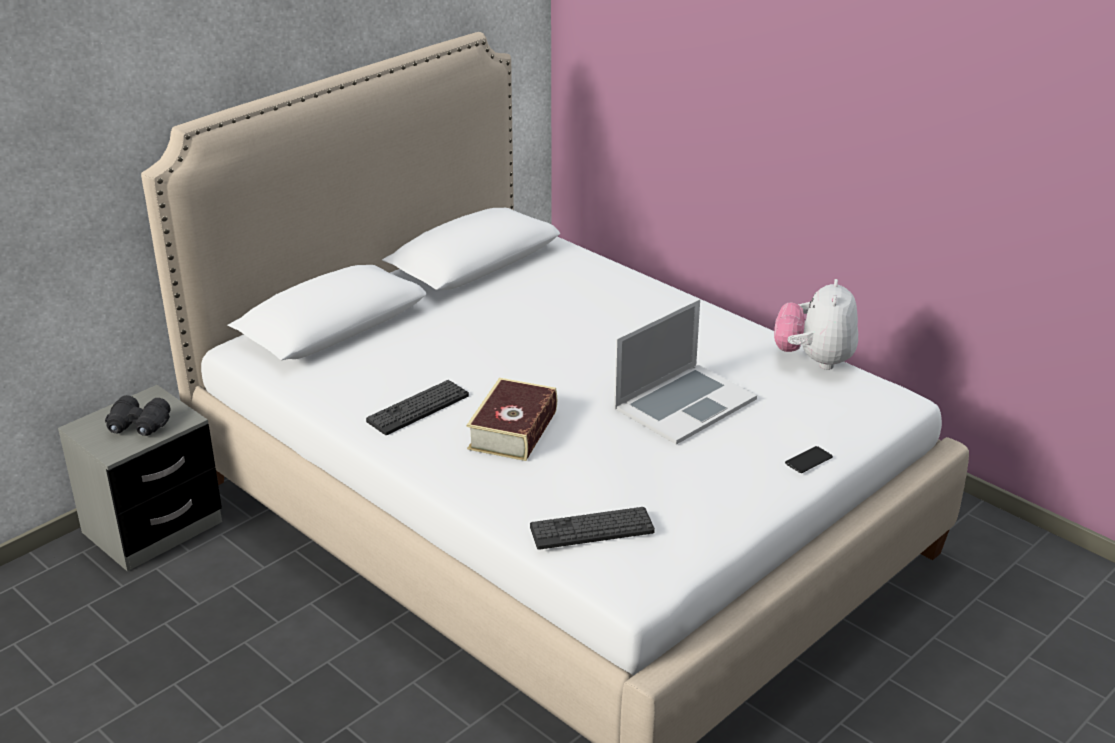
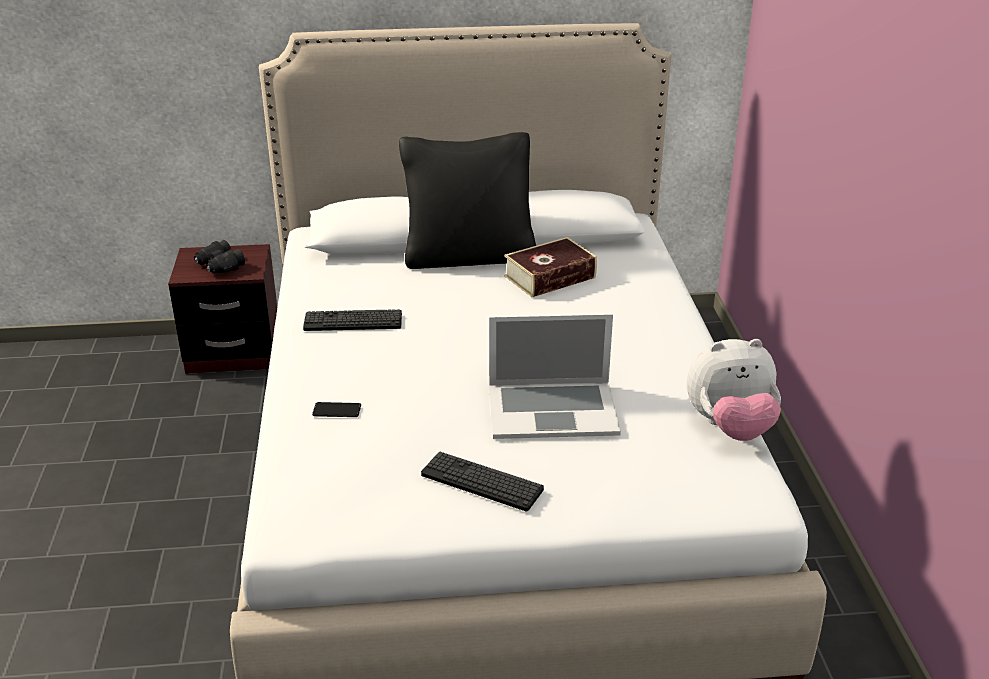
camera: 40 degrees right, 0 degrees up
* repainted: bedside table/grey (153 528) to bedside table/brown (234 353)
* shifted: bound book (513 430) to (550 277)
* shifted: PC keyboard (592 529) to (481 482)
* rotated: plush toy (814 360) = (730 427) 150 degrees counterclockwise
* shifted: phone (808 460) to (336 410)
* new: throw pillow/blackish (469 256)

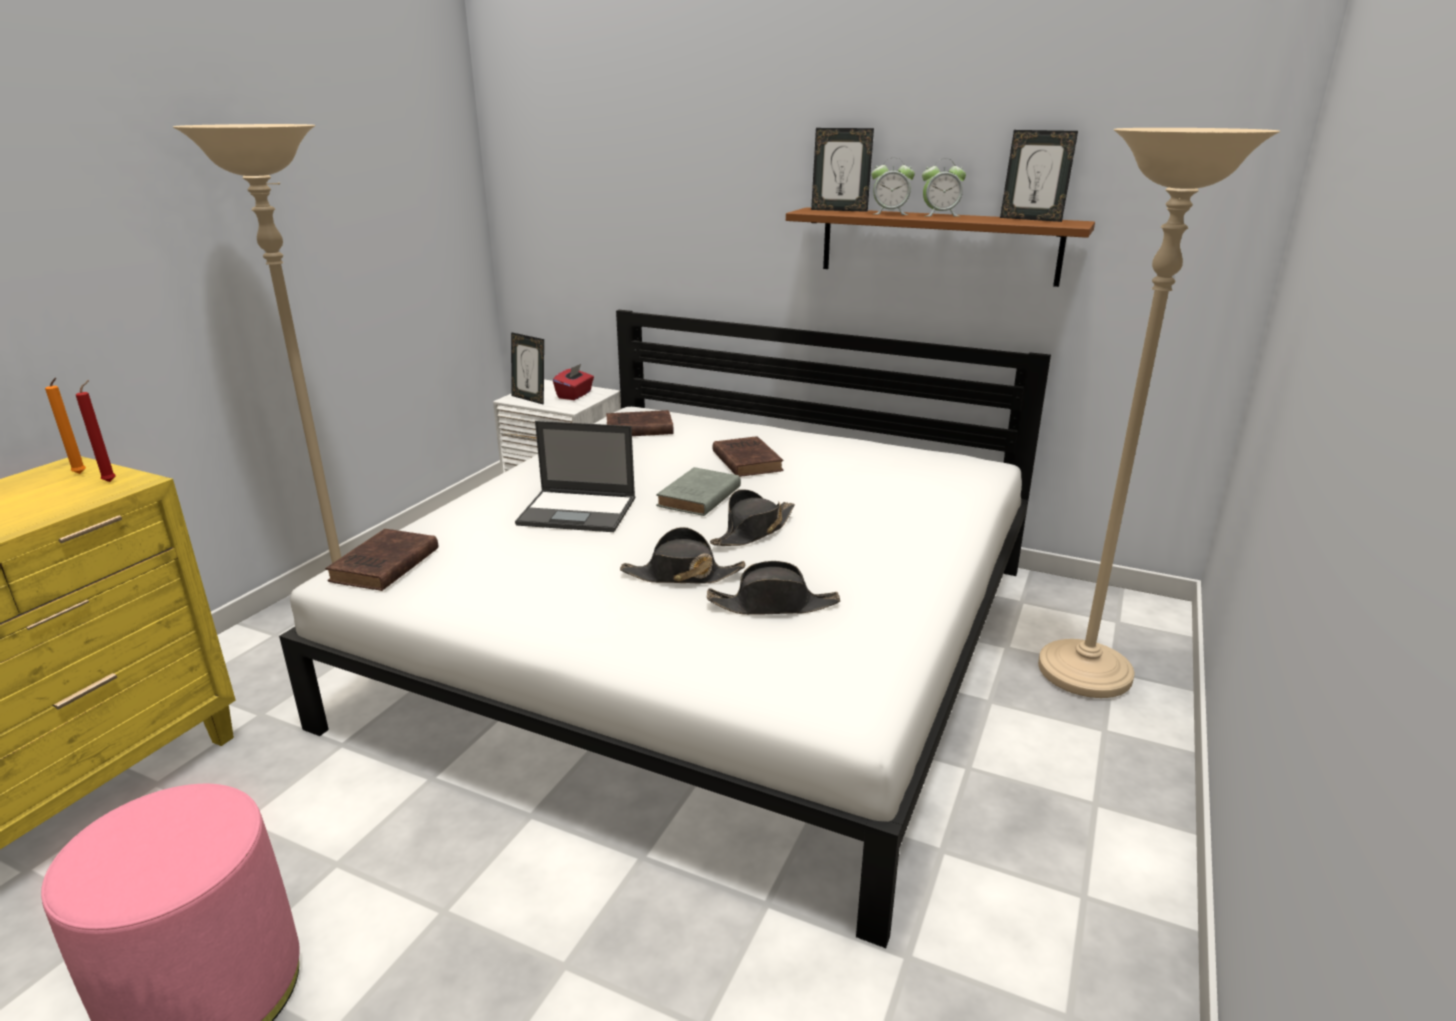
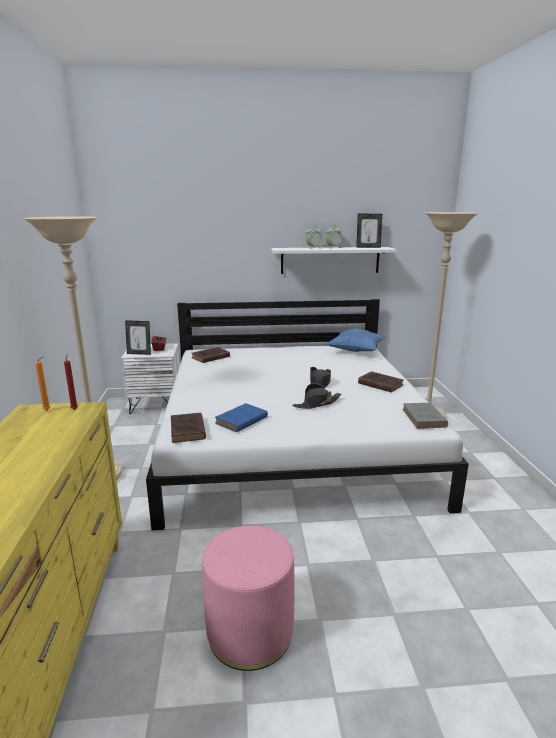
camera: 30 degrees left, 5 degrees down
* gone: portable computer (579 511)
* shifted: bound book/grey (698 498) to (424 419)
* gone: wearable hat/blackish (773 605)
* shifted: bound book/brown (746 461) to (379 384)
* repainted: shelf/brown (938 245) to shelf/whitish (330 260)
* gone: photo frame (839 210)
* new: bound book/blue-coloured (240 421)
* new: throw pillow/blue-coloured (356 351)

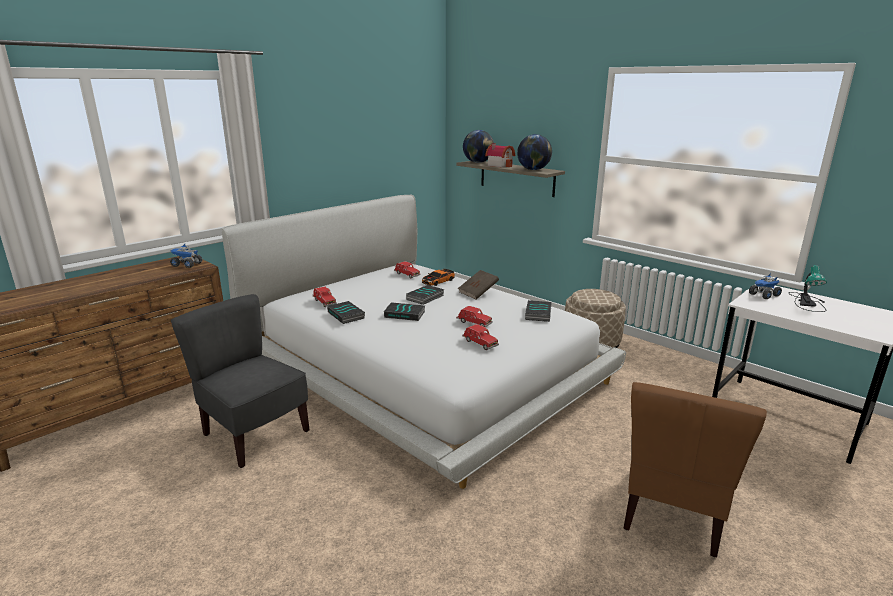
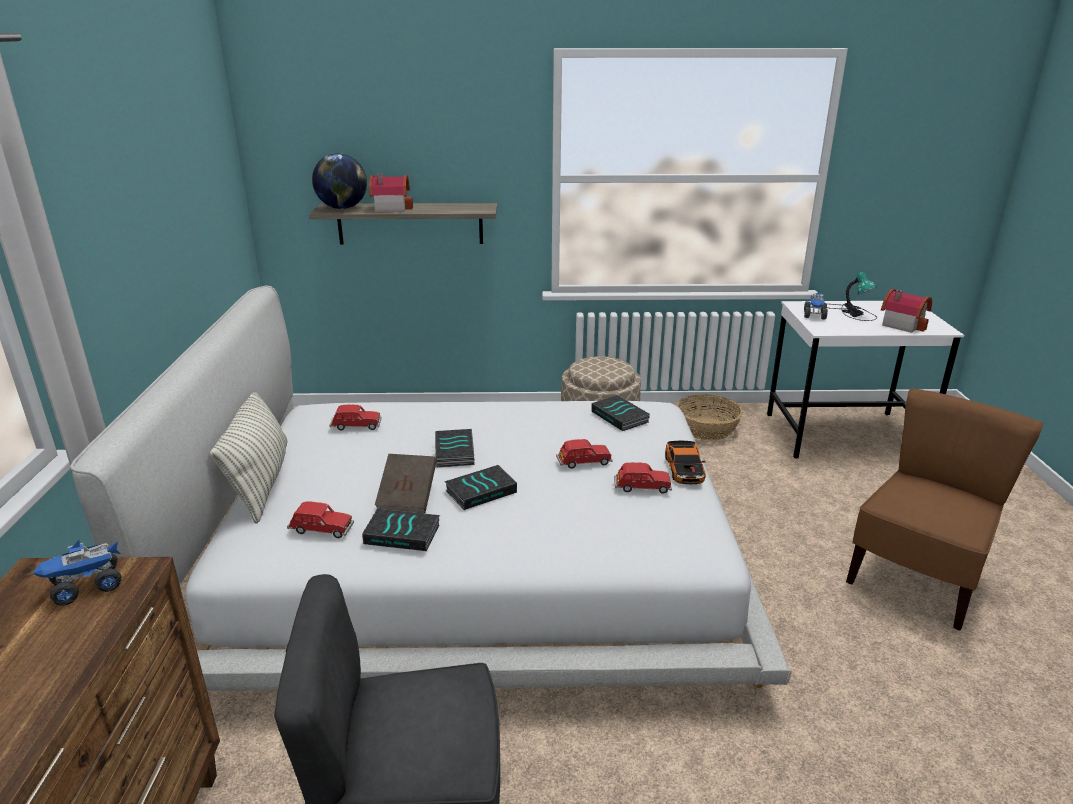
camera: 45 degrees left, 5 degrees up
* shifted: model car (438 281) to (685 468)
* shifted: bound book/brown (478 293) to (408 497)
* gone: world globe (533 170)
* rotated: upright chair/brown (672 512) = (917 579) 120 degrees counterclockwise
* new: throw pillow (260 481)
* new: household basket (706 428)
* new: toy house (902 324)

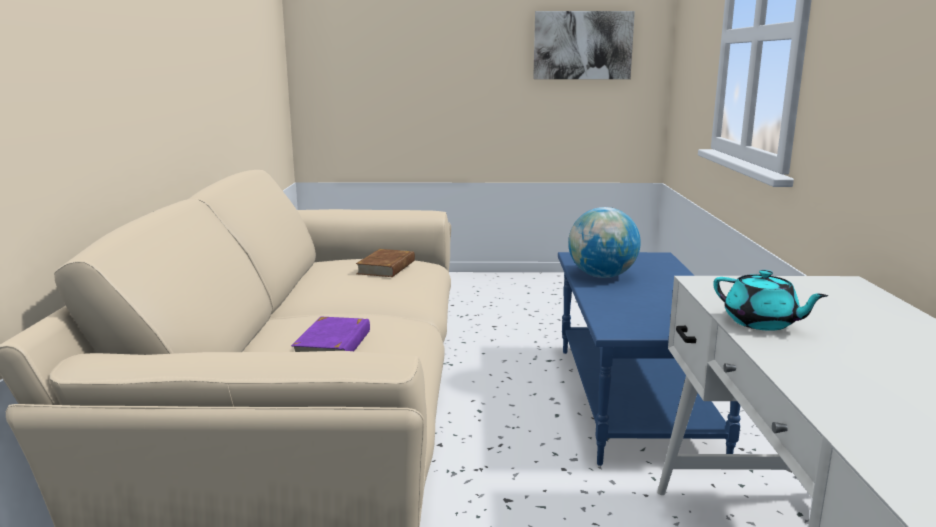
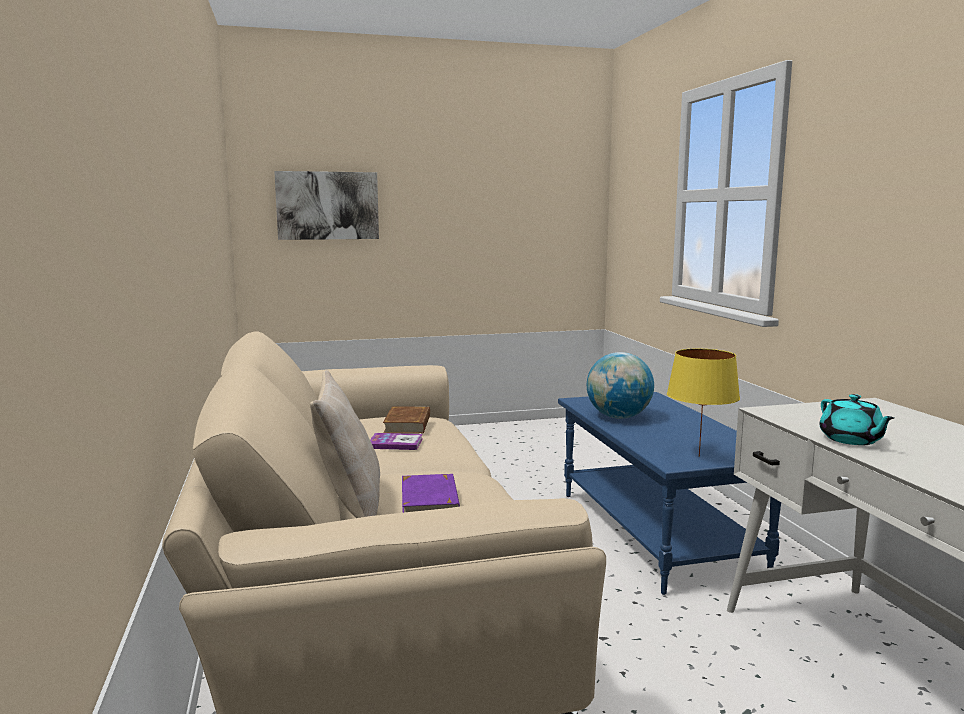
camera: 15 degrees left, 5 degrees down
* shifted: wall art (582 45) to (327 205)
* rotated: teapot/blue-green (761 323) = (851 440) 45 degrees clockwise
* new: throw pillow/beige (350 505)
* new: bound book (395 443)
* new: tabletop lamp/yellow-coloured (698 456)

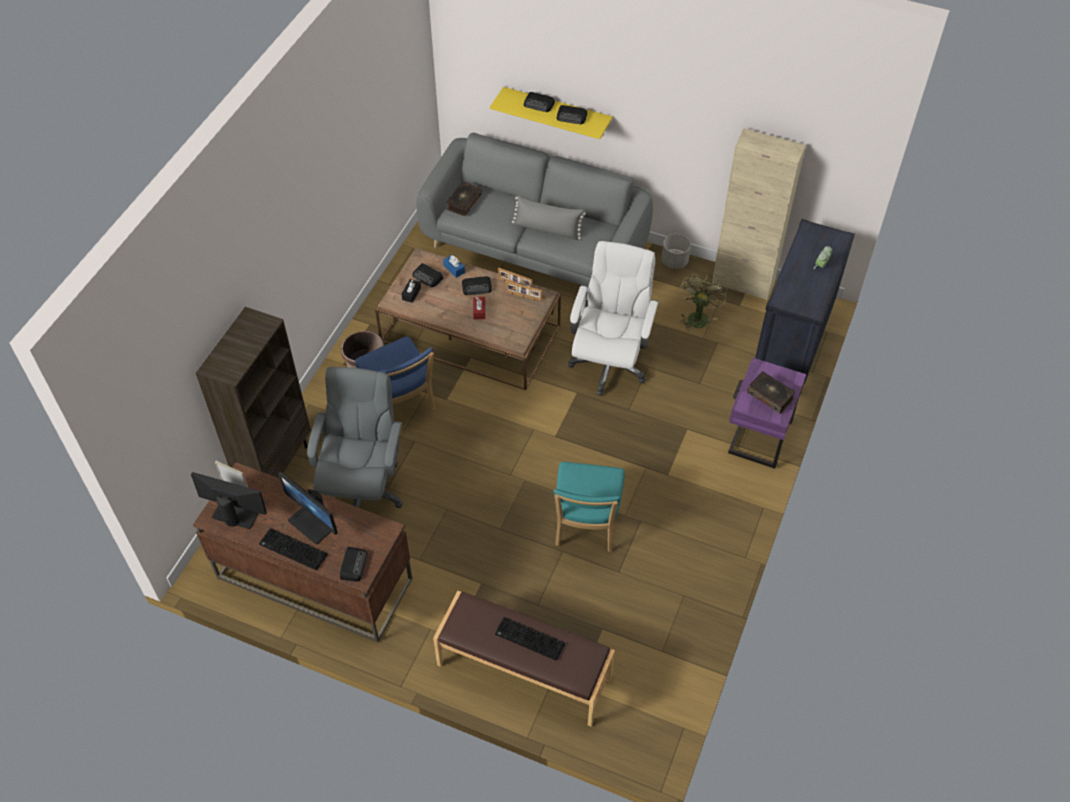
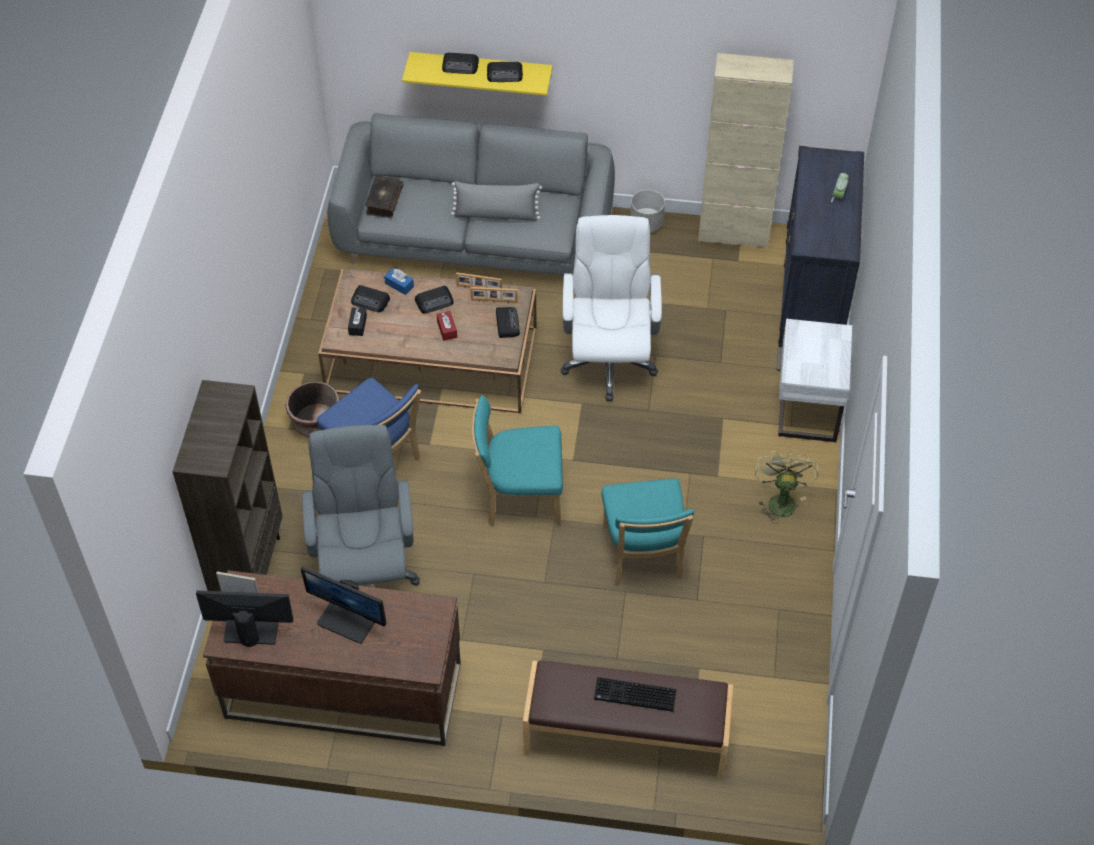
camera: 15 degrees left, 0 degrees up
* gone: PC keyboard (292 550)
* shifted: radio set (353 565) to (507 323)
* shifted: fan/green-coloured (698 316) to (780 500)
* repainted: bedside table/purplish (757 437) to bedside table/whitish (805 411)
* gone: bound book (770 396)
* new: upright chair/blue-green (519 498)

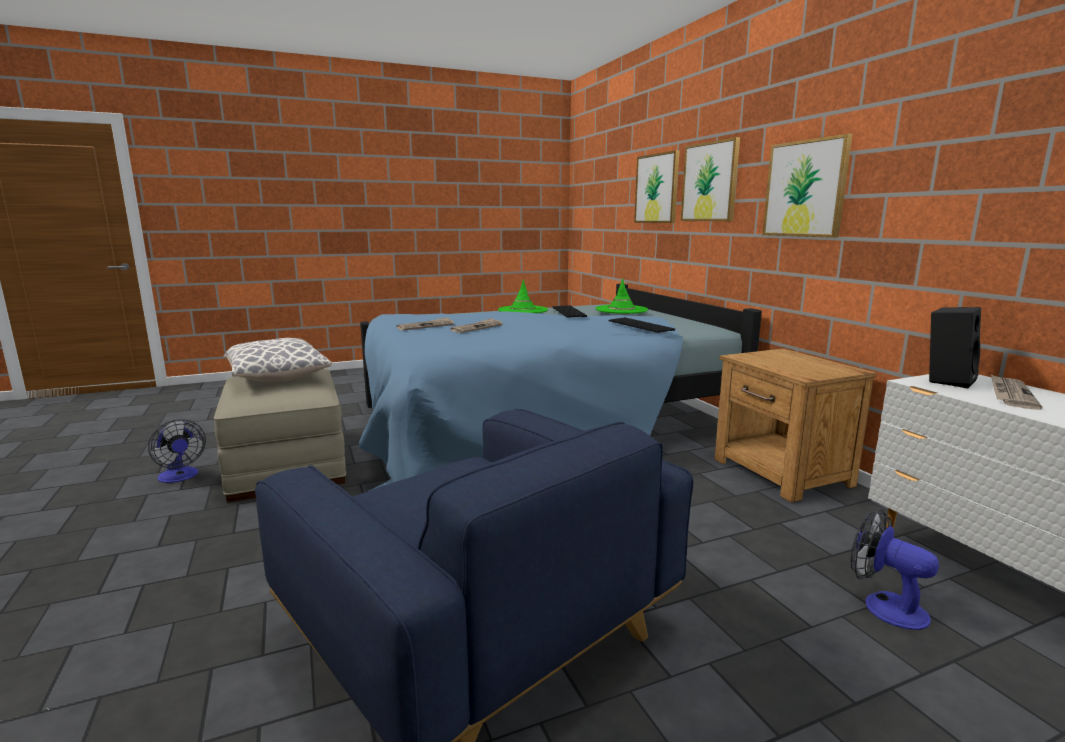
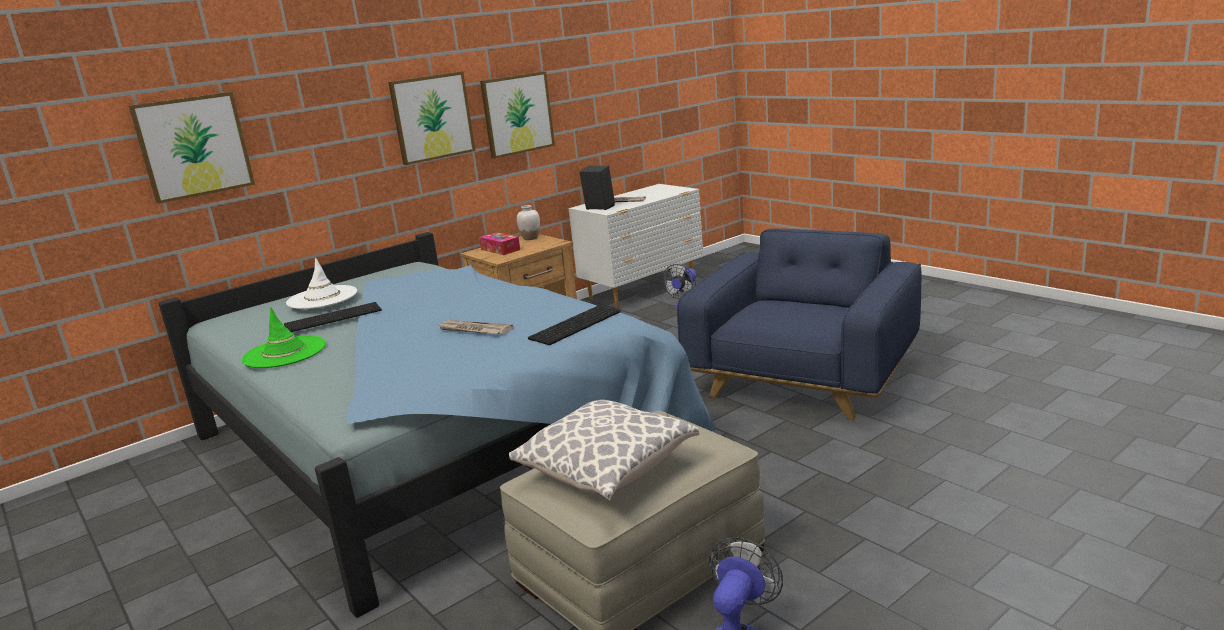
camera: 105 degrees left, 5 degrees up
* gone: daily paper (426 326)
* repainted: wearable hat/green-coloured (621 310) to wearable hat/whitish (322 298)
* shifted: PC keyboard (642 325) to (574 324)
* shifted: wall art (710 182) to (517 114)
* new: box of tissues (500 249)
* new: vase/whitish (530 238)

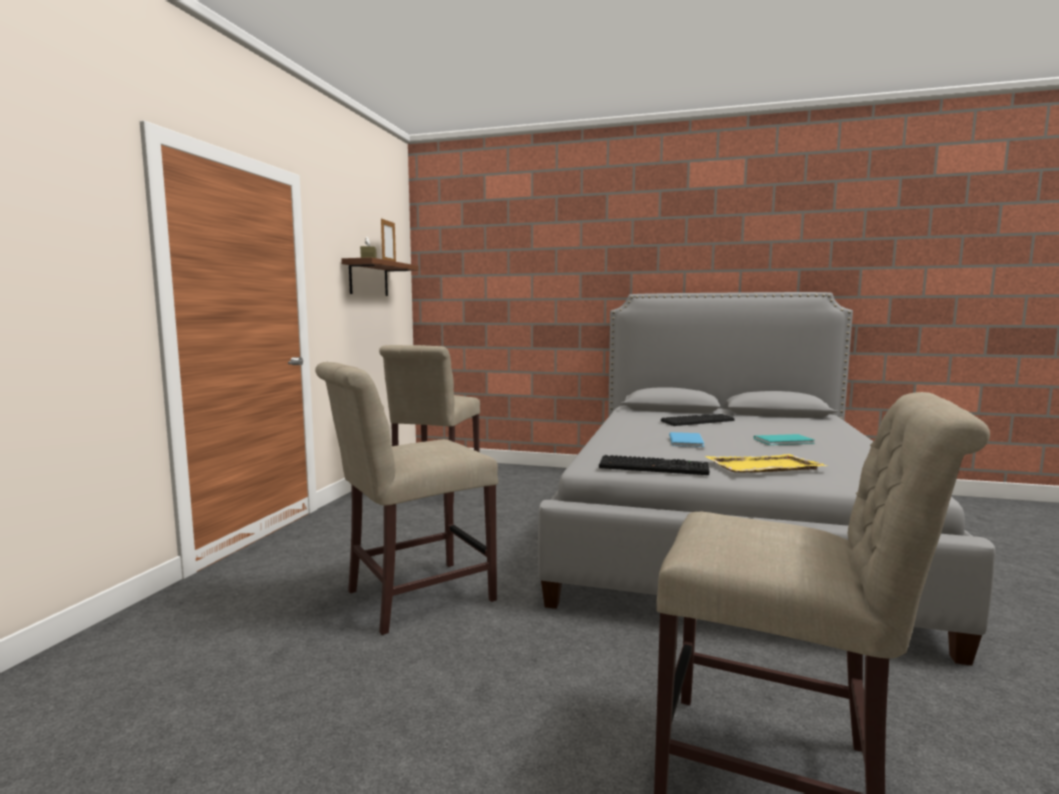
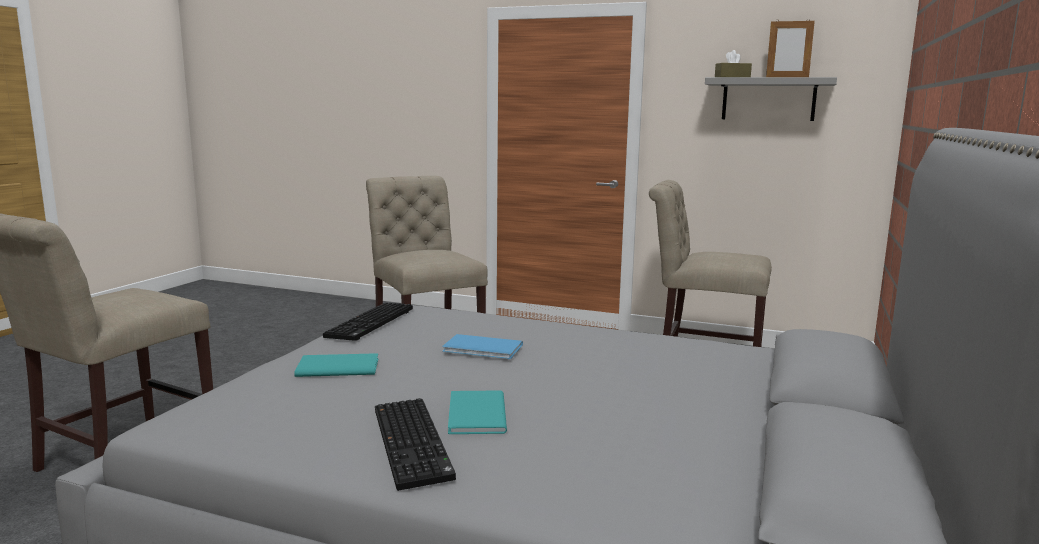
camera: 95 degrees right, 5 degrees up
* repainted: shelf/brown (368 278) to shelf/grey (768 99)
* shifted: PC keyboard (697 421) to (414 443)
* swapped: carrying tray/yellow-coloured (762 467) to bound book/blue-green (336 367)

